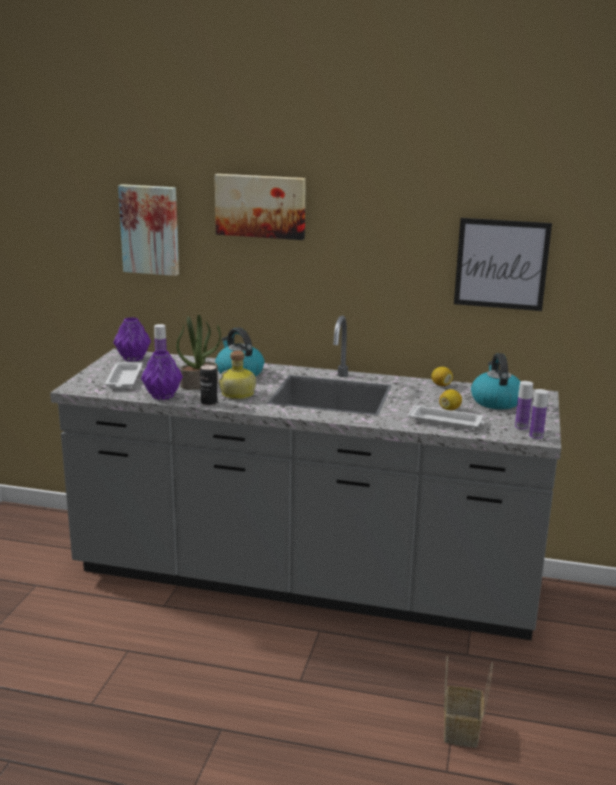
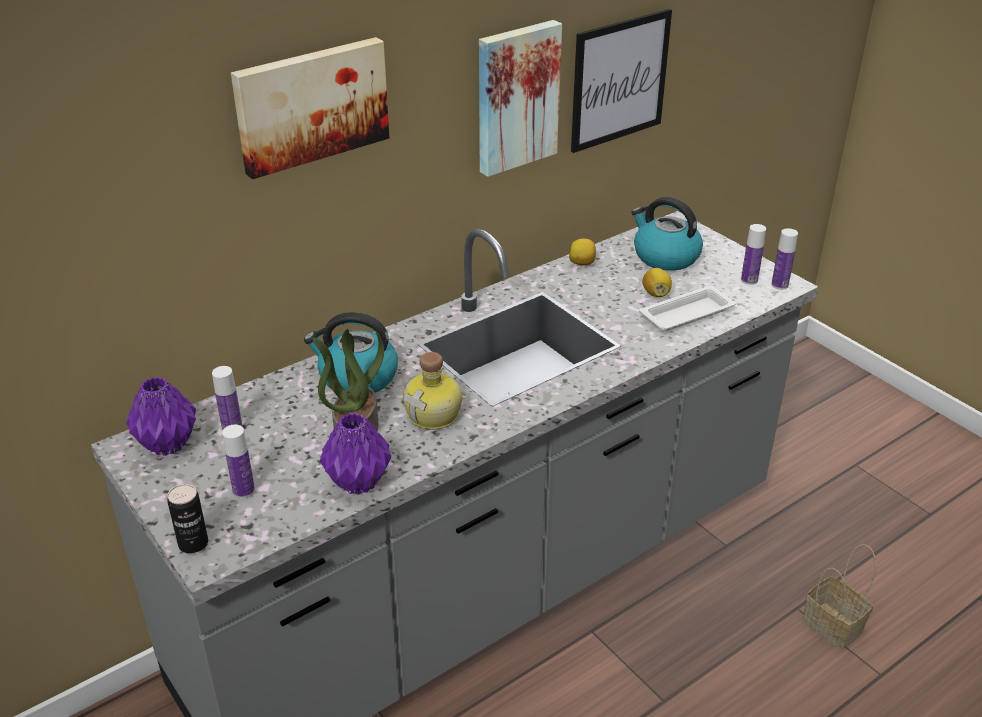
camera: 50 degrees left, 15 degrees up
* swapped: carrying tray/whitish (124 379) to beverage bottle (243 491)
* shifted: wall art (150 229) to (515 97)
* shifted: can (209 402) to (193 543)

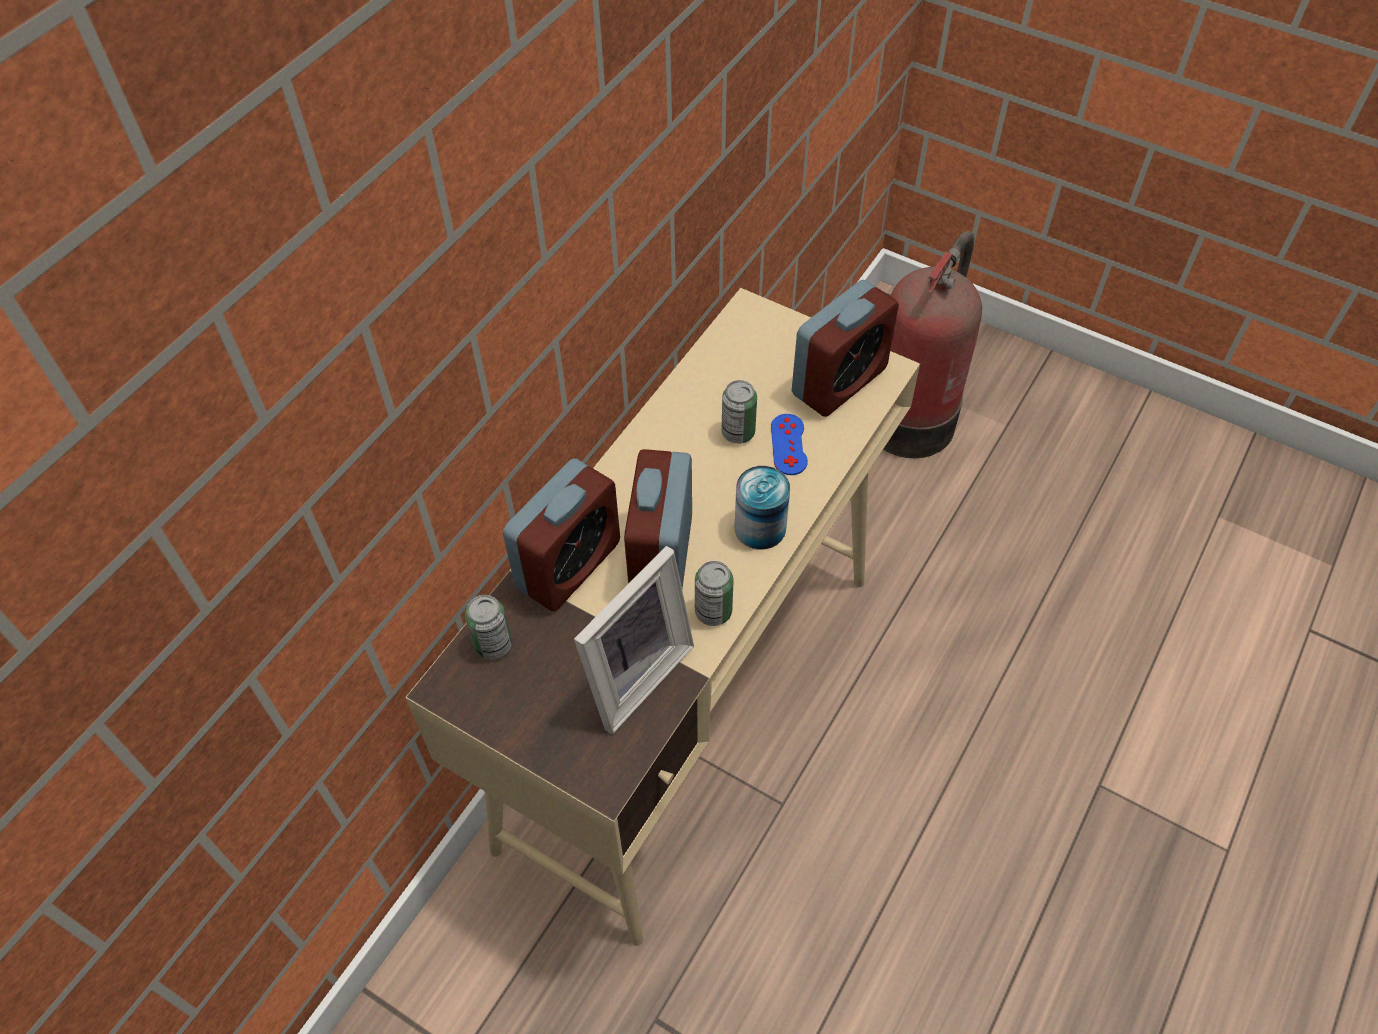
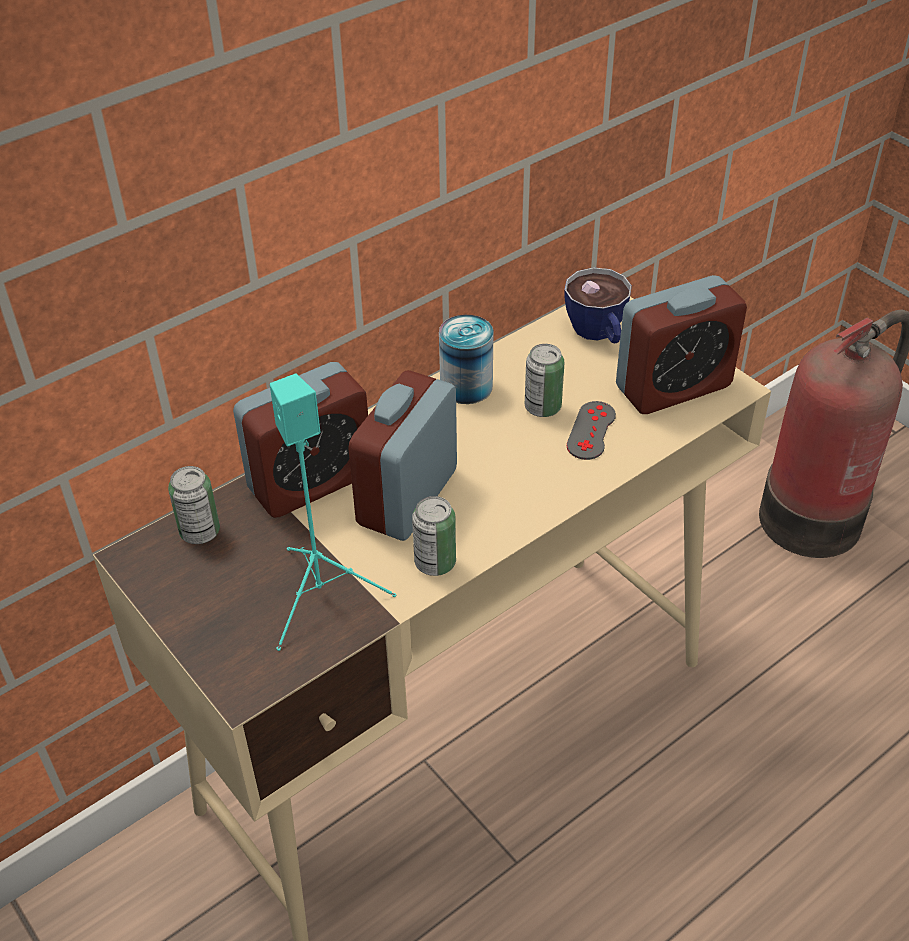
camera: 20 degrees right, 10 degrees down
* swapped: photo frame (632 673) to audio speaker/blue-green (322 596)
* shifted: can (760 528) to (466 386)
* repainted: gamepad/blue-coloured (789 444) to gamepad/grey (591 430)
* new: cup (599 334)

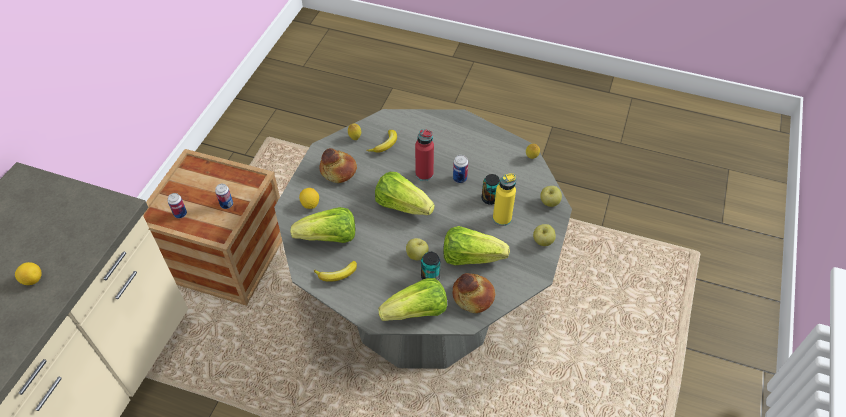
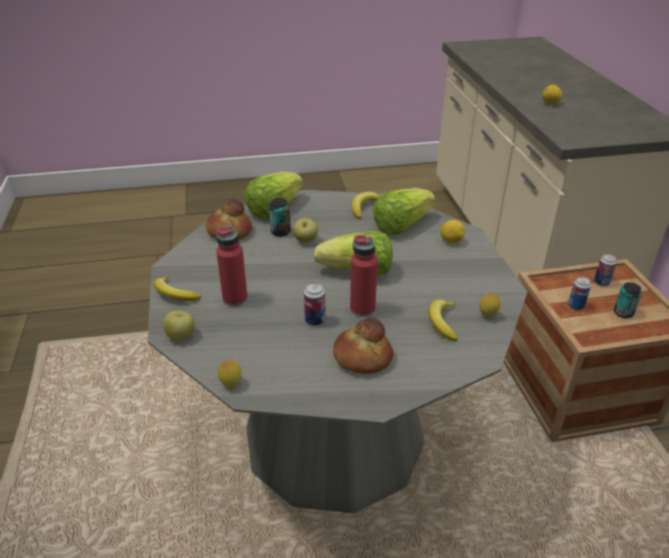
camera: 150 degrees right, 15 degrees down
* shifted: bakery bread (338 171) to (362 357)
* gone: lettuce (470 257)
* shifted: can (490 199) to (623 313)
* repainted: beverage bottle/yellow-coloured (502 218) to beverage bottle/red-coloured (235 299)
* swapped: apple (543 241) to banana fruit (174 294)

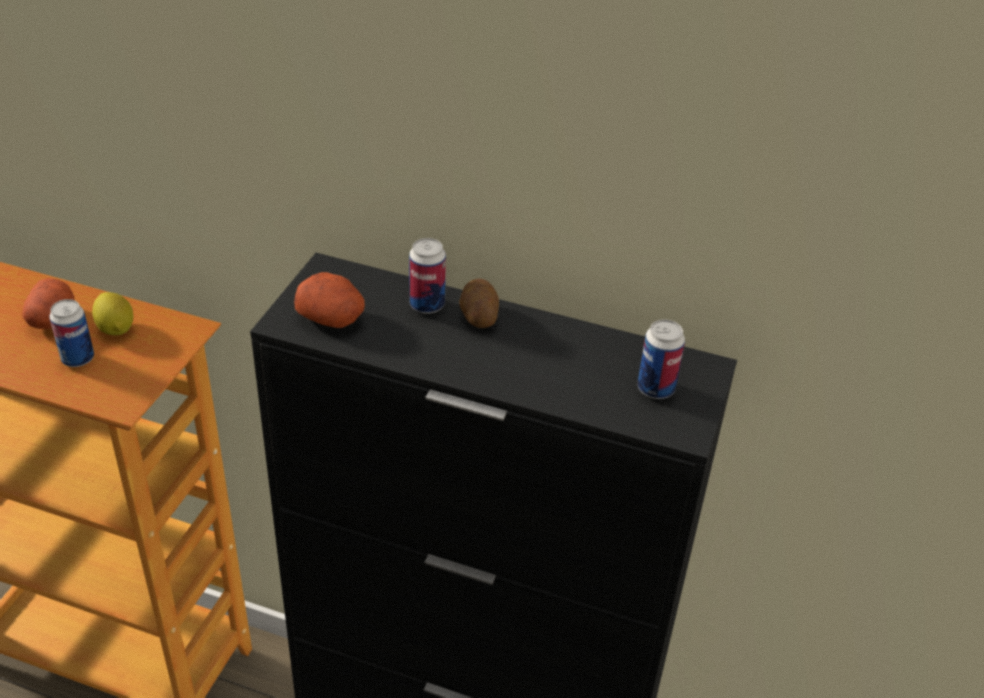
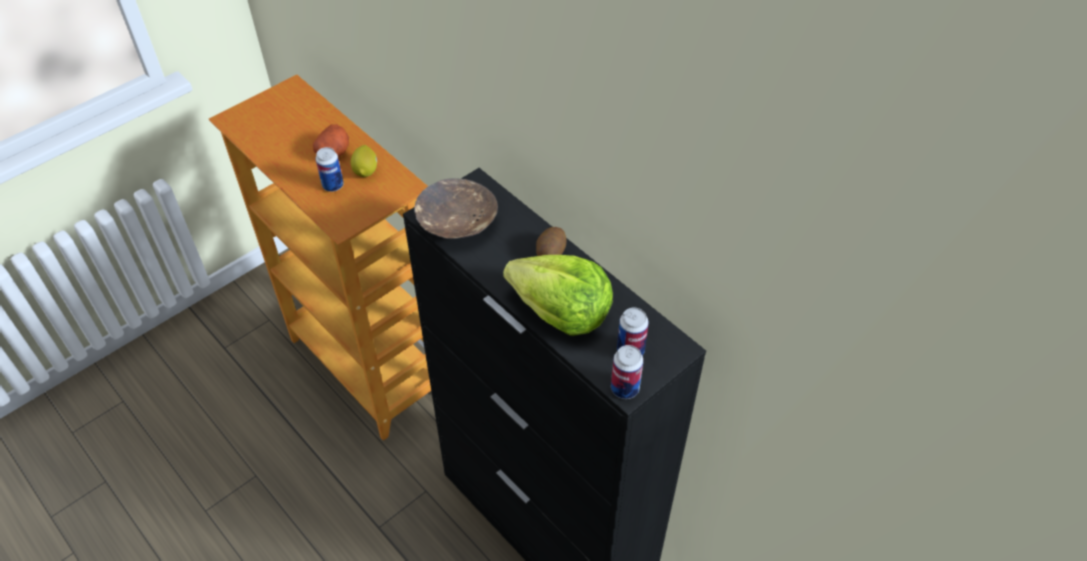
camera: 30 degrees right, 10 degrees up
* swapped: whole potato (332 318) to deep dish/brown (457 222)
* shifted: can (427 305) to (625 388)
* new: lettuce (561 312)

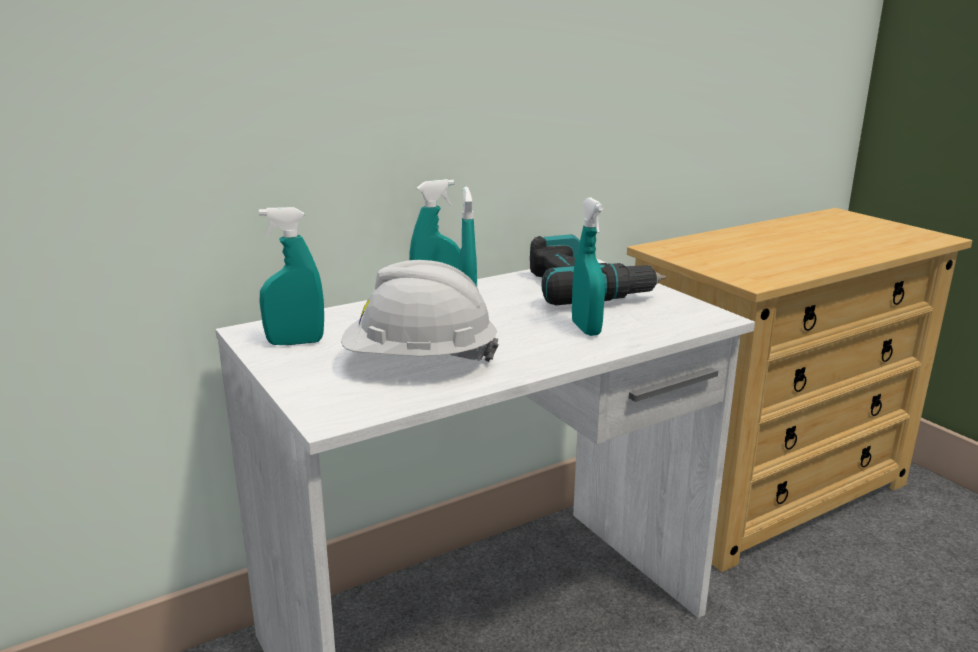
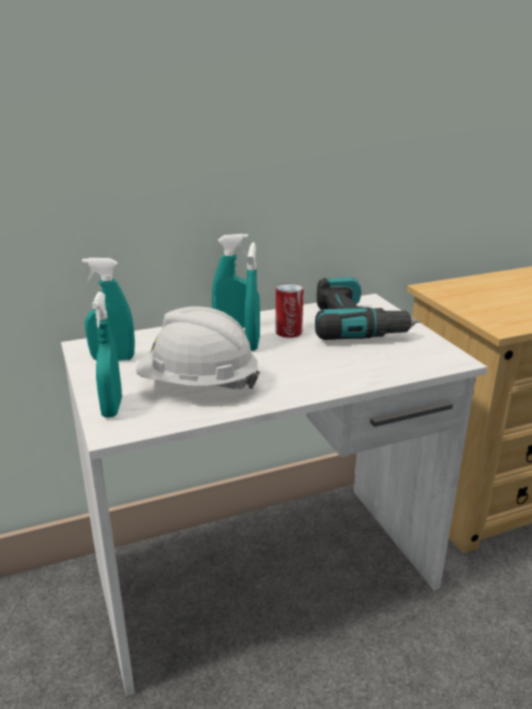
camera: 10 degrees right, 5 degrees up
* shifted: sprayer/blue-green (586 329) to (112 408)
* new: can (288 332)

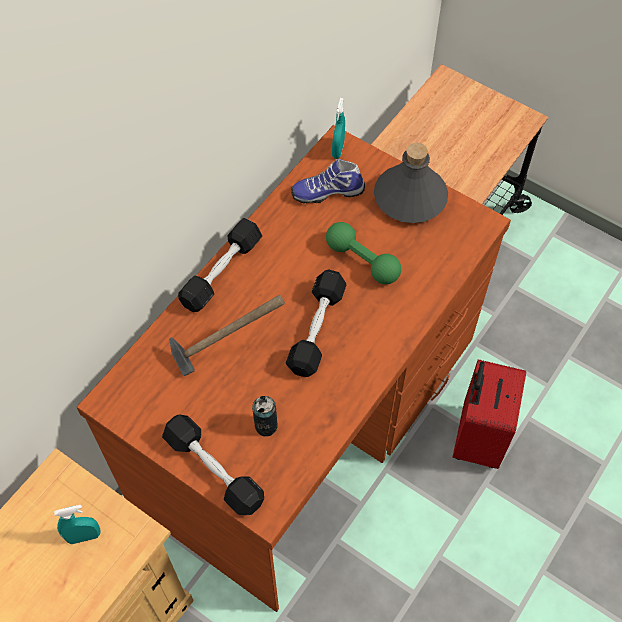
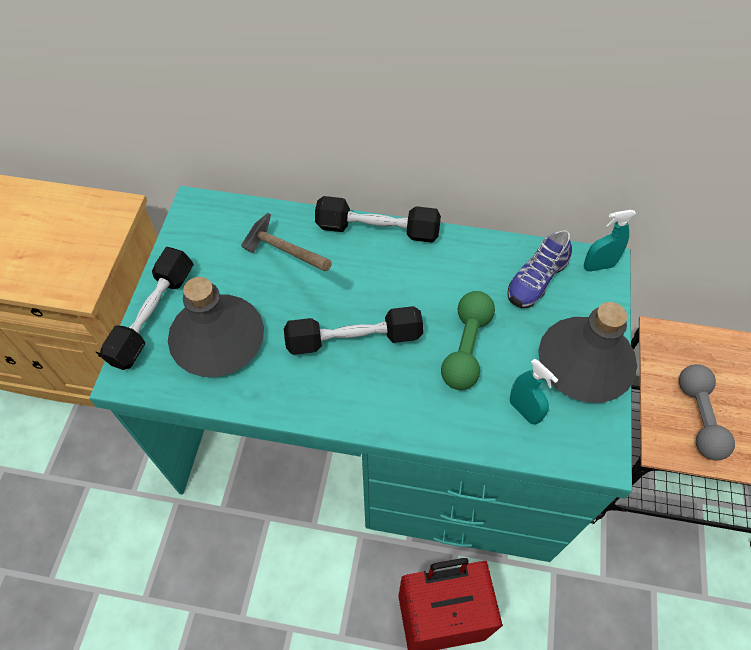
camera: 65 degrees right, 0 degrees up
* shifted: sprayer/blue-green (84 536) to (524 411)
* repainted: desk/brown (308 419) to desk/blue-green (378 438)
* swapped: can (266 426) to beverage bottle/grey (218 339)
* rotated: low shoe (327 191) = (536 278) 105 degrees counterclockwise
* new: hand weight/grey (698 417)

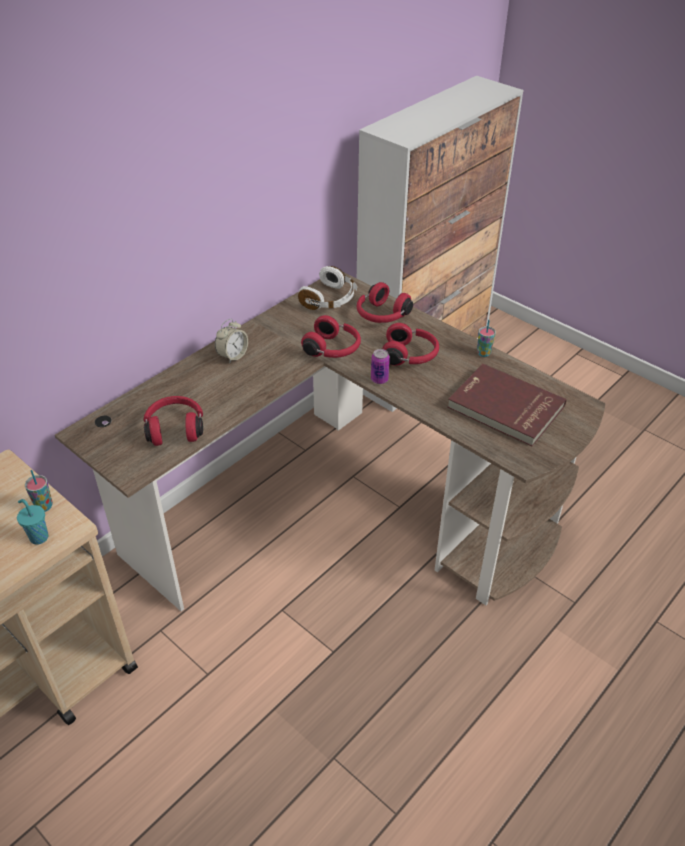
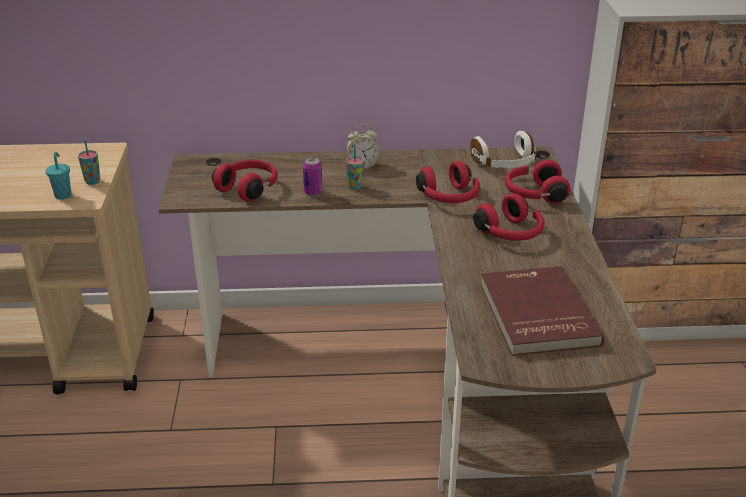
camera: 45 degrees right, 10 degrees down
* shifted: can (379 379) to (313 192)
* shifted: cup (483 353) to (355 186)

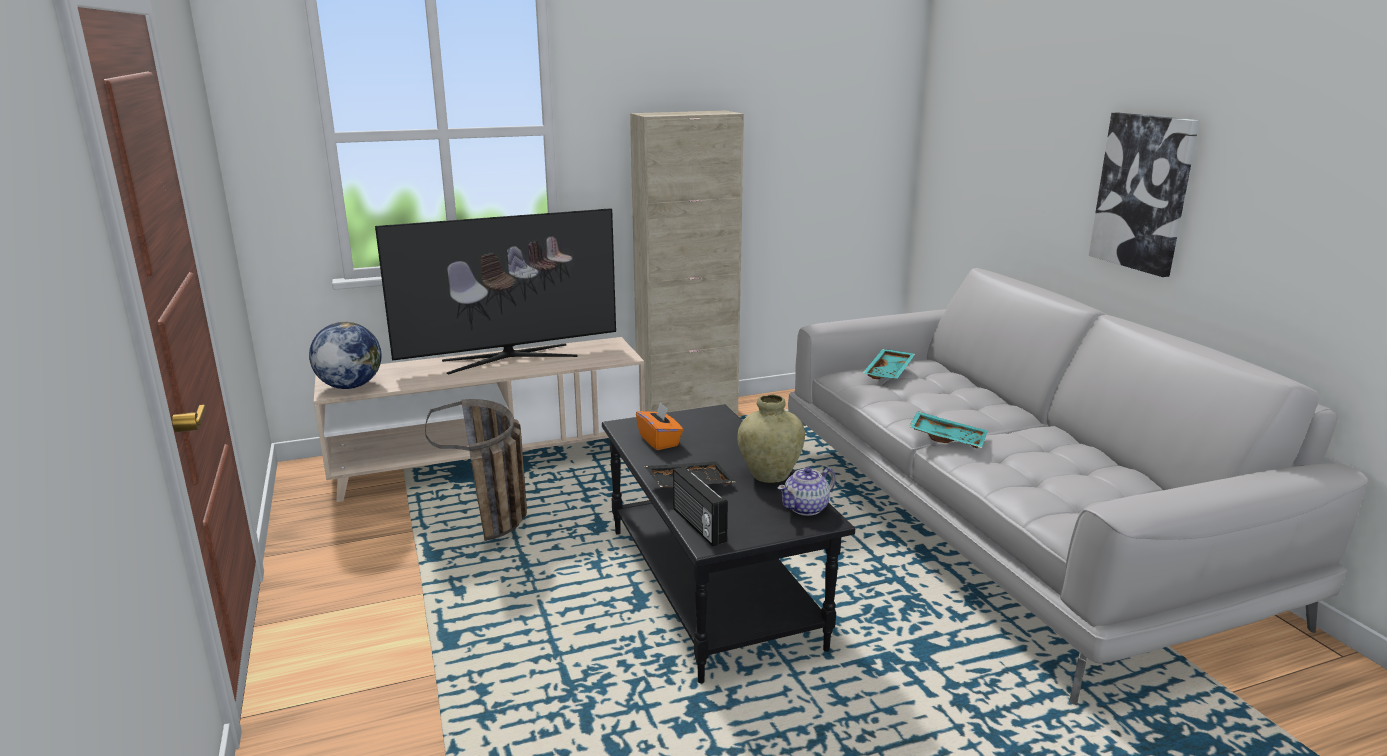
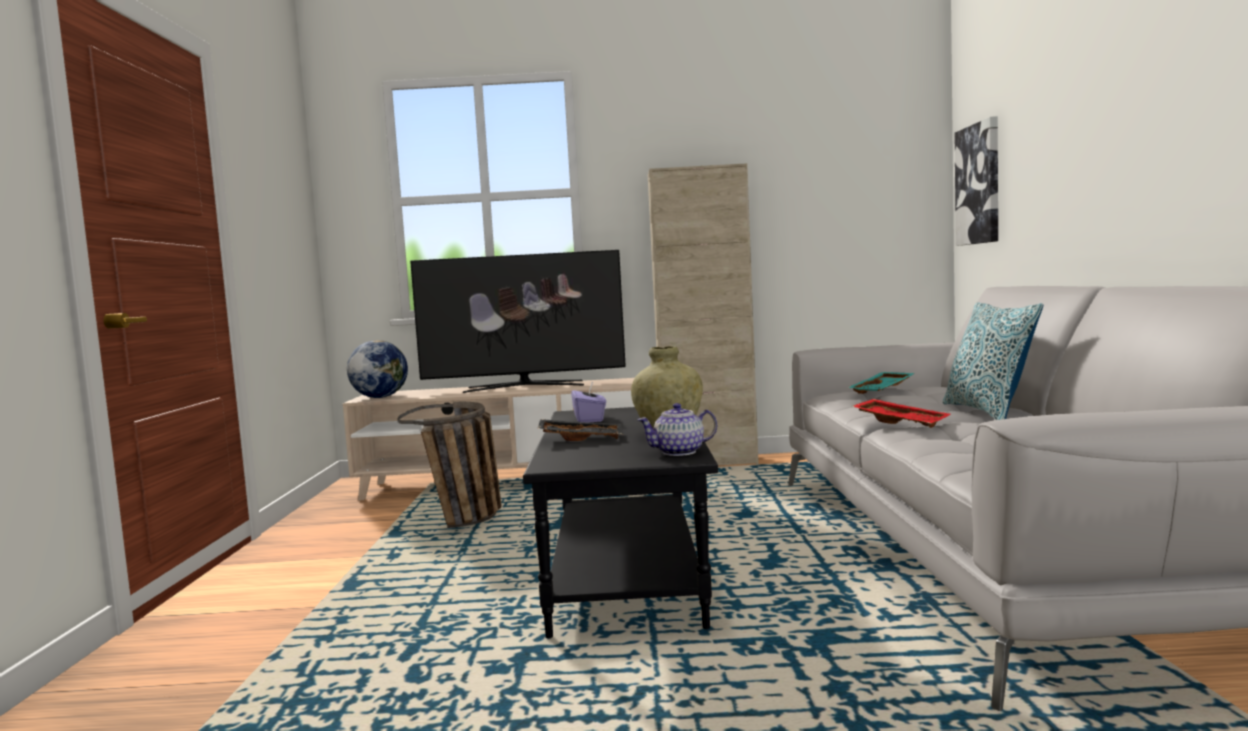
camera: 20 degrees right, 15 degrees down
* repainted: box of tissues/orange (659 441) to box of tissues/purplish (589 419)
* gone: radio set (697 525)
* repainted: carrying tray/blue-green (947 438) to carrying tray/red-coloured (901 422)
* shifted: wall art (1143 192) to (979 184)
* new: throw pillow (988 411)

